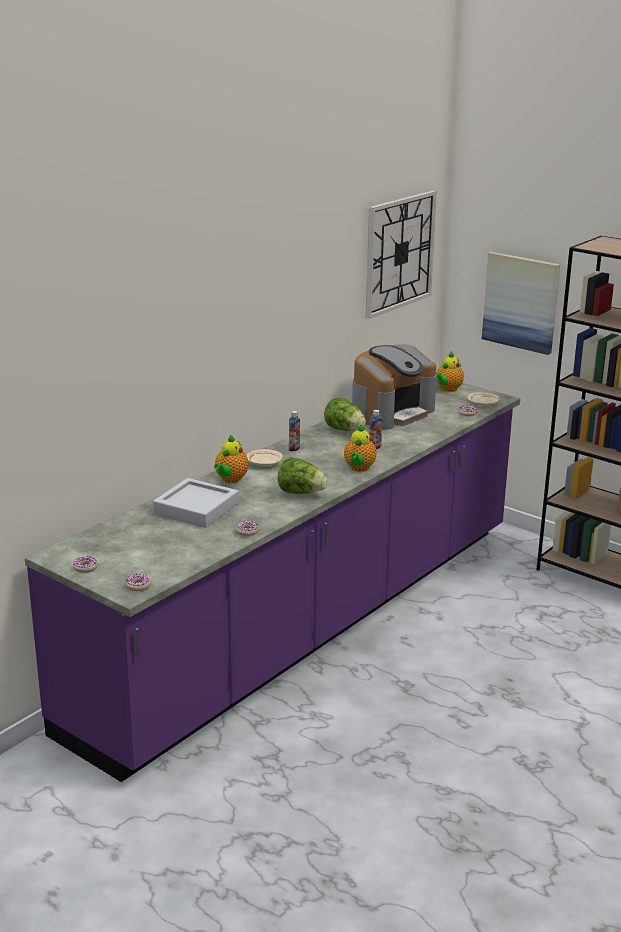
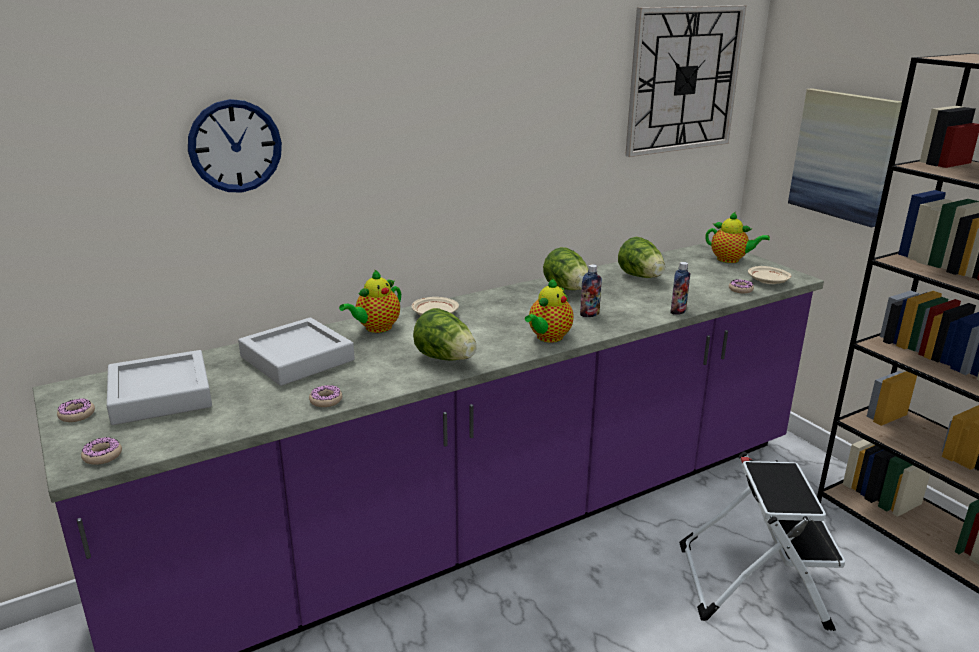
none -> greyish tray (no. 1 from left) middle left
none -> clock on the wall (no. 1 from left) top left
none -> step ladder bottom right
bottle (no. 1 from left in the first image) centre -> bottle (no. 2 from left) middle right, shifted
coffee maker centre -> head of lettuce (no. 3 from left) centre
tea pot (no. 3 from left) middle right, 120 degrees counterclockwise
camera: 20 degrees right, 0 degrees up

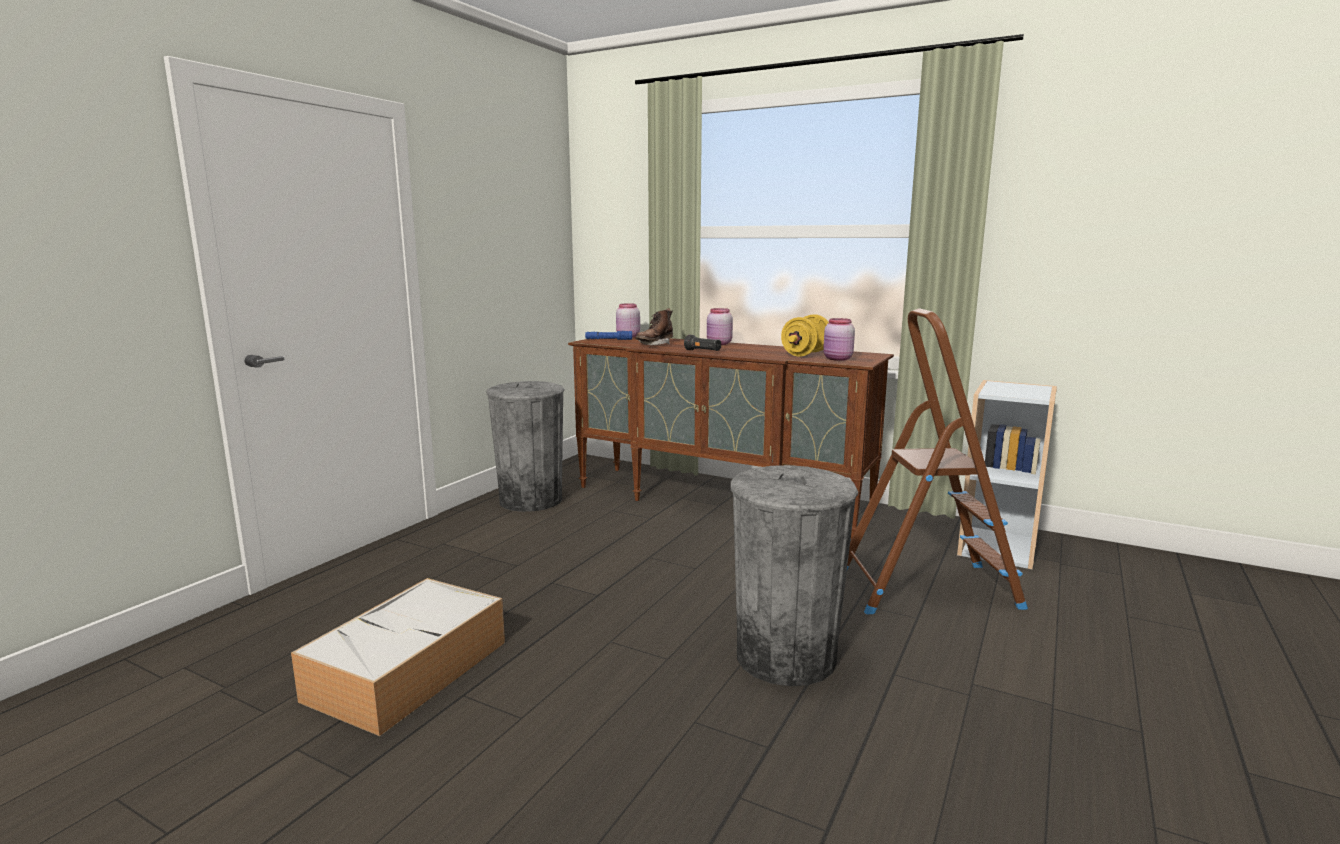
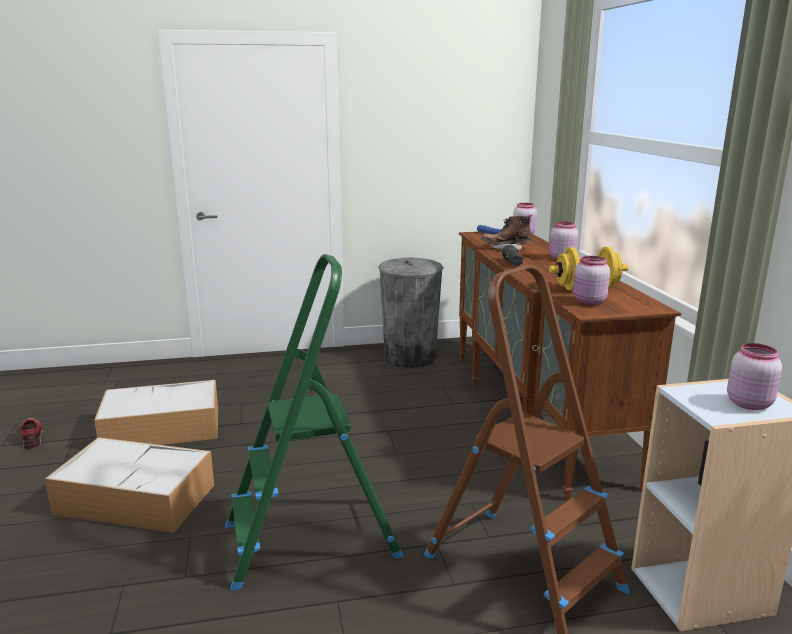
none -> reddish low shoe bottom left
none -> storage bin (no. 1 from left) bottom left
none -> pinkish preserve jar (no. 4 from left) middle right
greyish rubbish bin (no. 2 from left) bottom centre -> greenish step ladder centre
camera: 50 degrees right, 5 degrees up

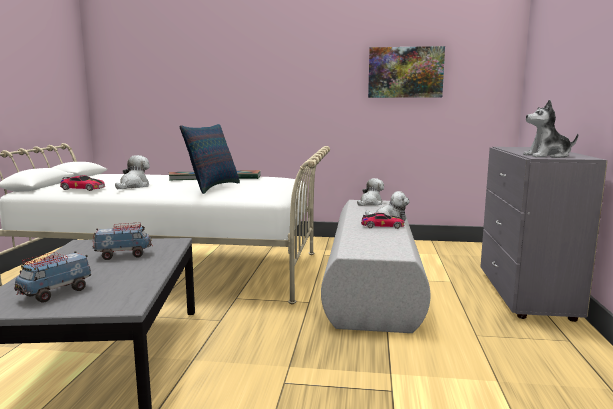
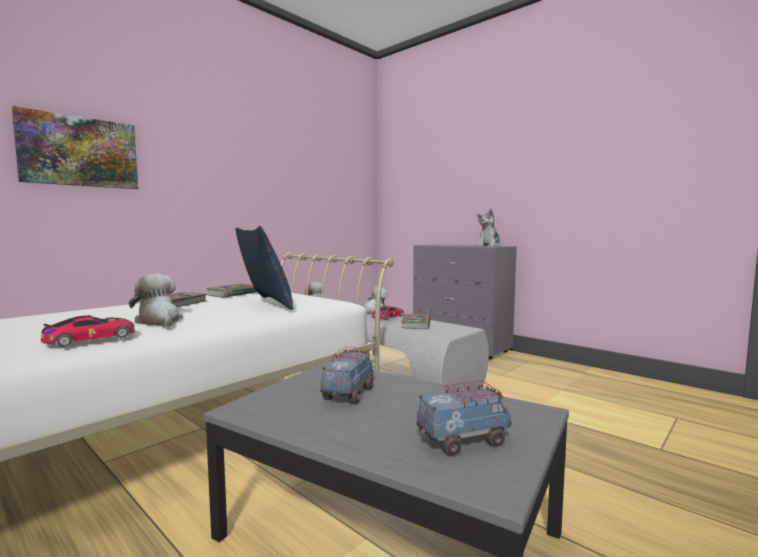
none -> bound book (no. 3 from left) centre
picture top centre -> picture top left, shifted
toy truck (no. 1 from left in the first image) bottom left -> toy truck (no. 2 from left) bottom centre, 90 degrees counterclockwise
camera: 55 degrees left, 5 degrees down

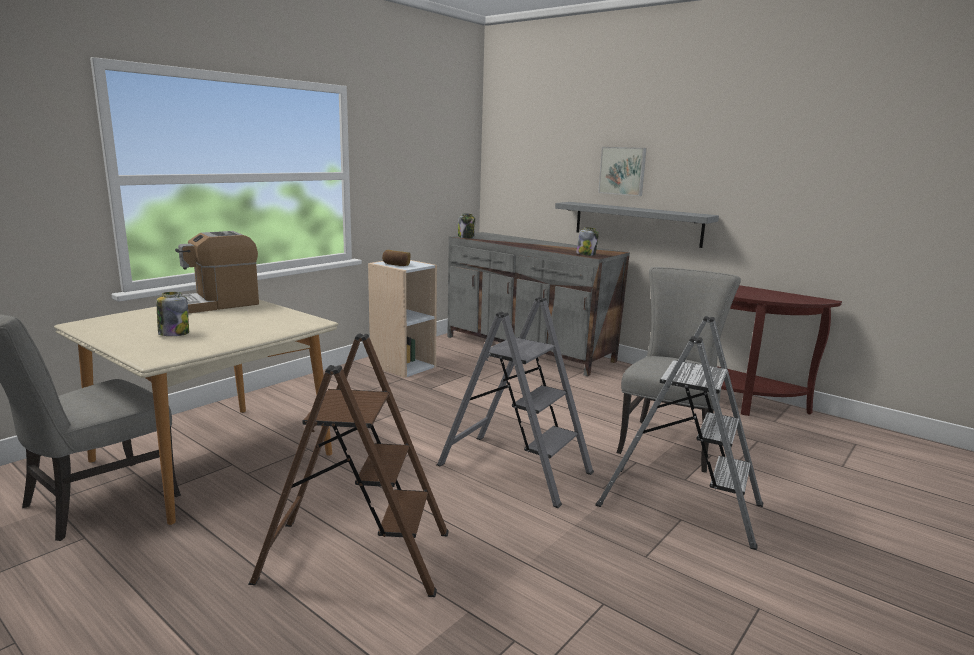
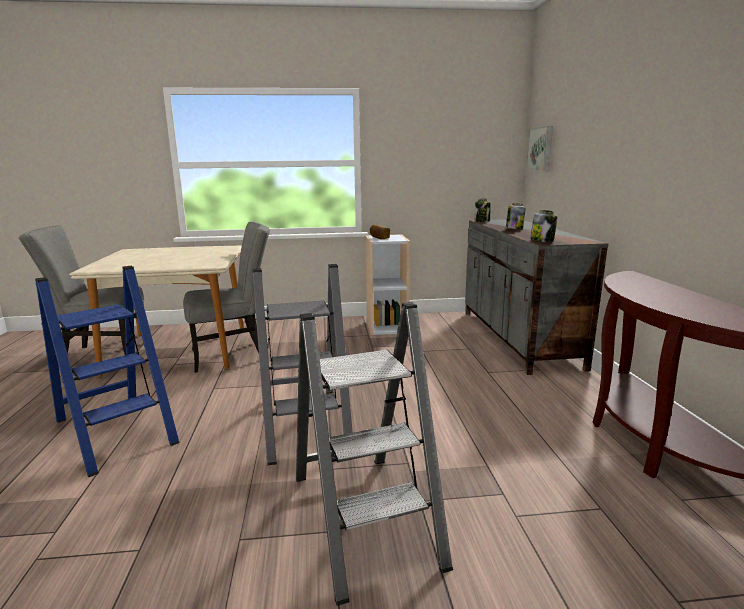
coffee maker middle left -> none
greyish shelf centre -> none
preserve jar (no. 1 from left in the first image) middle left -> preserve jar (no. 2 from left) middle right, shifted
picture top centre -> picture top right, shifted
greyish upright chair (no. 2 from left) middle right -> greyish upright chair (no. 2 from left) middle left, shifted
brown-coloured step ladder bottom centre -> blue step ladder middle left
camera: 45 degrees right, 0 degrees up

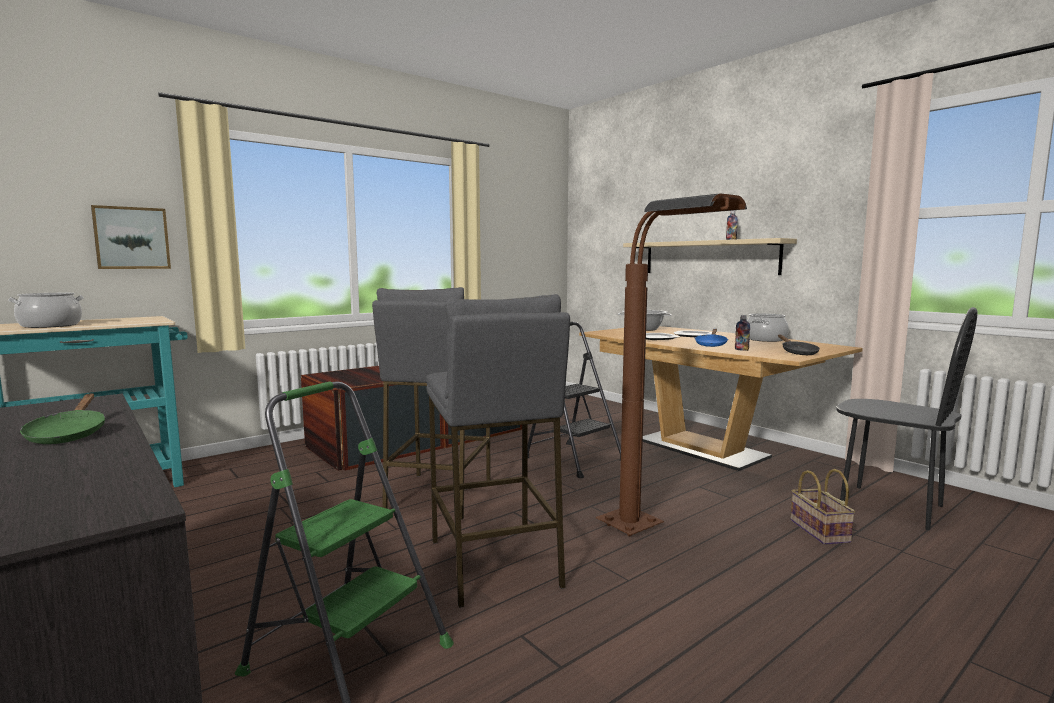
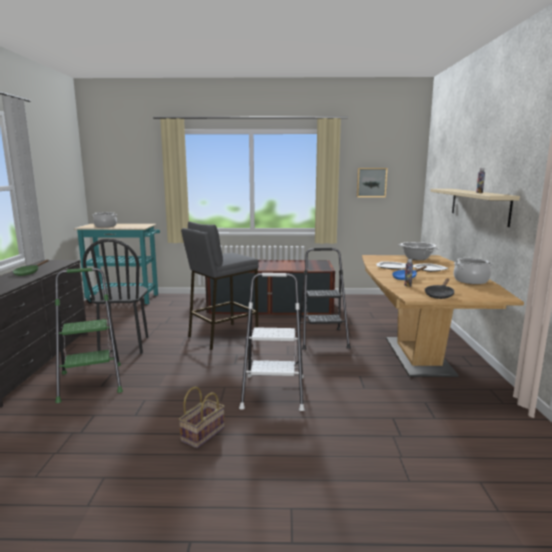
greyish stool seat (no. 2 from left) centre -> none
picture middle left -> picture top right, shifted
basket bottom right -> basket bottom centre, shifted
black upright chair middle right -> black upright chair middle left, shifted
brown-coloured standing lamp centre -> whitish step ladder centre
camera: 40 degrees right, 5 degrees up

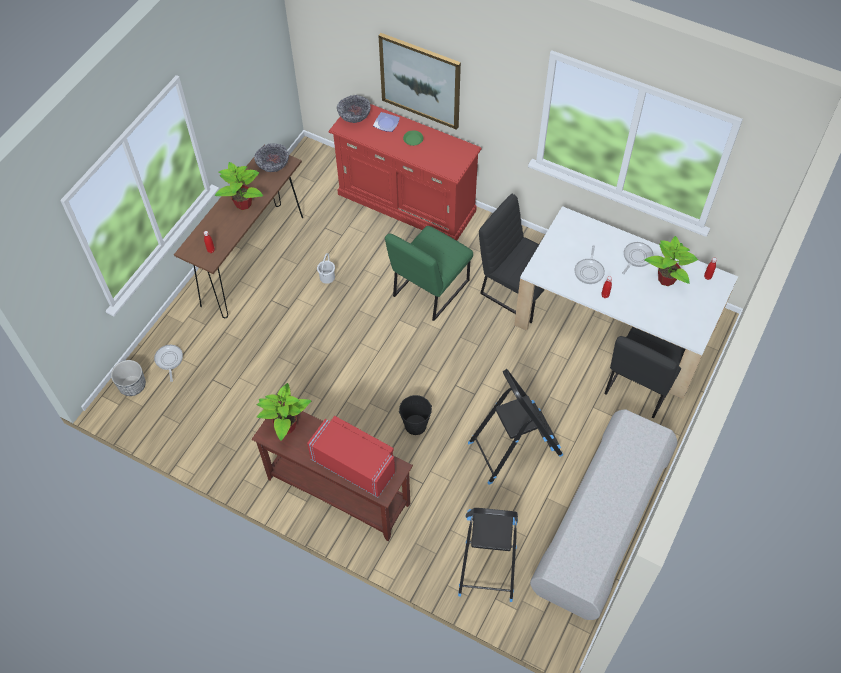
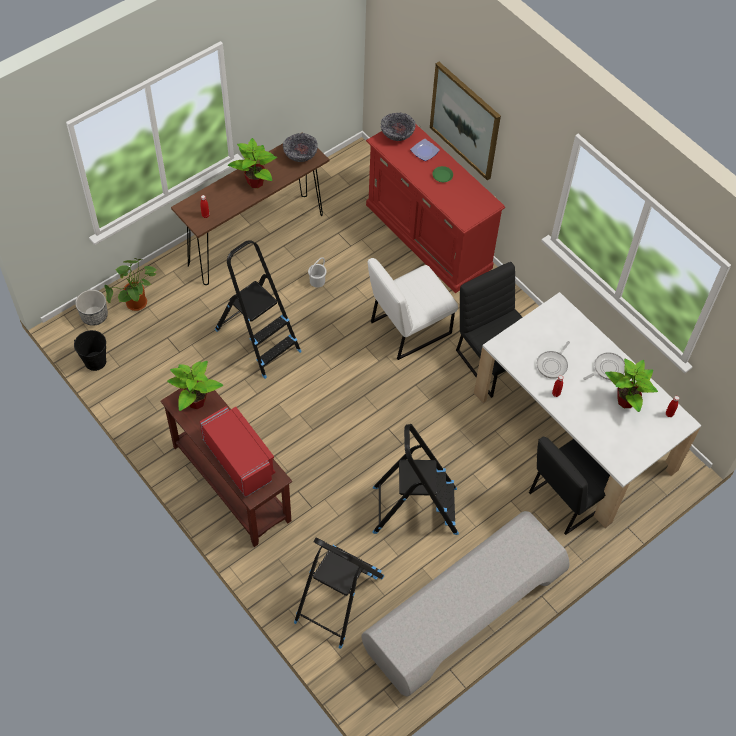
none -> black step ladder (no. 1 from left) centre
black pail centre -> black pail middle left, shifted
pan (no. 1 from left) middle left -> plant in a pot (no. 1 from left) middle left
greenish upright chair centre -> whitish upright chair centre
camera: 20 degrees right, 0 degrees up

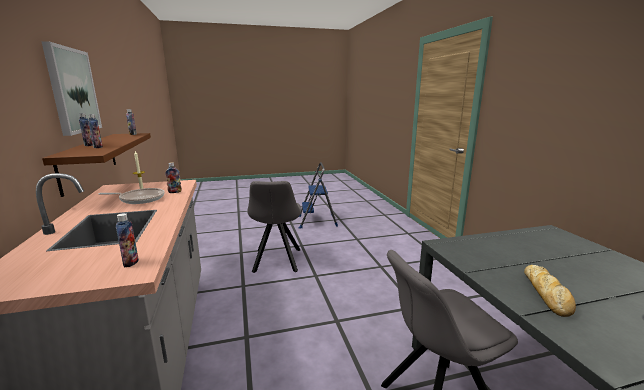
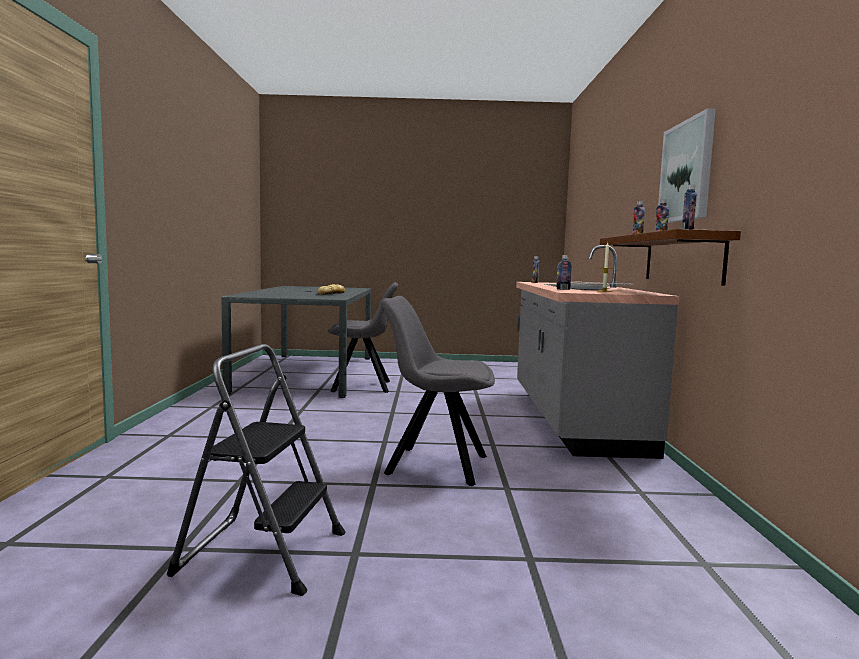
blue step ladder centre -> black step ladder bottom left
greyish upright chair (no. 1 from left in the first image) centre -> greyish upright chair (no. 2 from left) centre, 90 degrees counterclockwise
camera: 165 degrees left, 10 degrees down

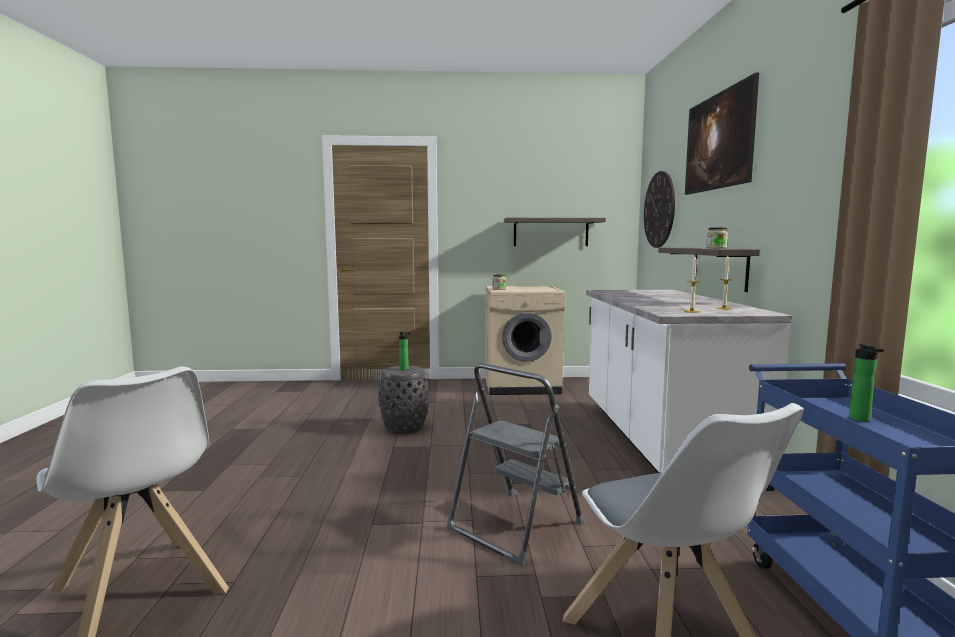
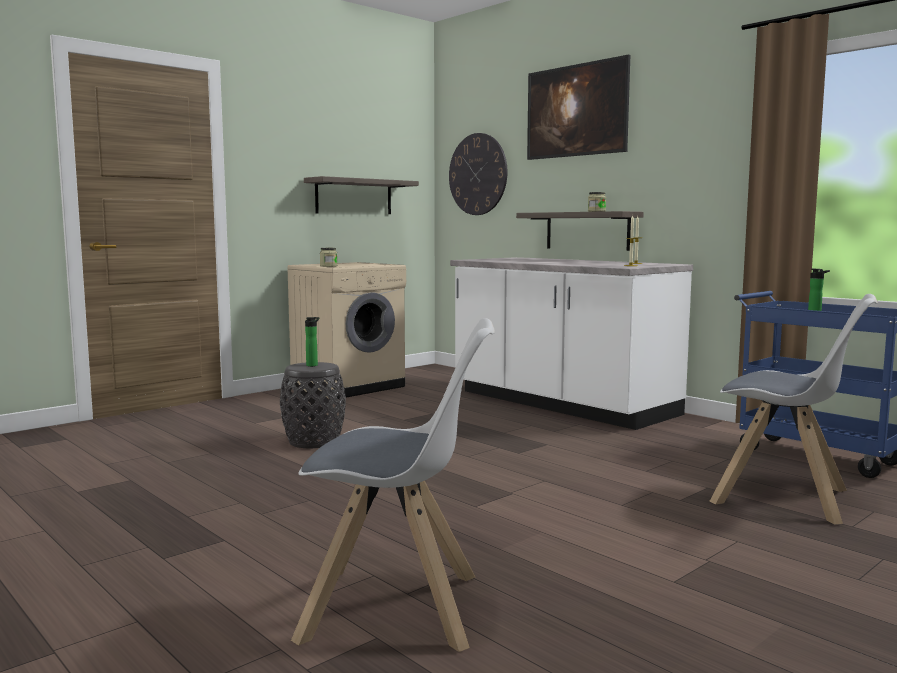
greyish step ladder bottom centre -> none
camera: 40 degrees left, 0 degrees up

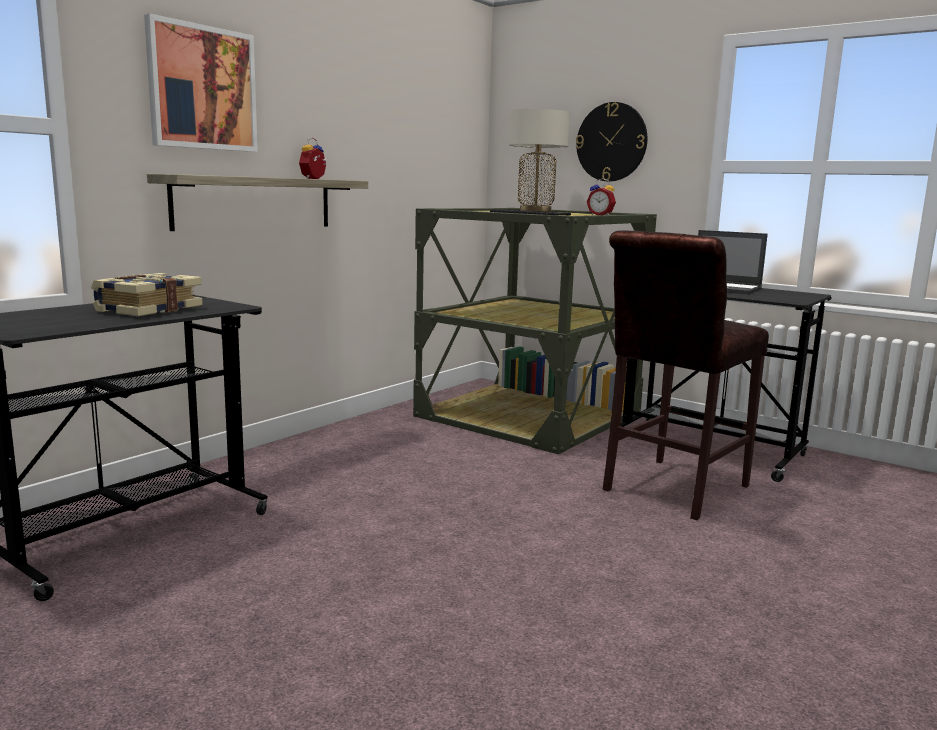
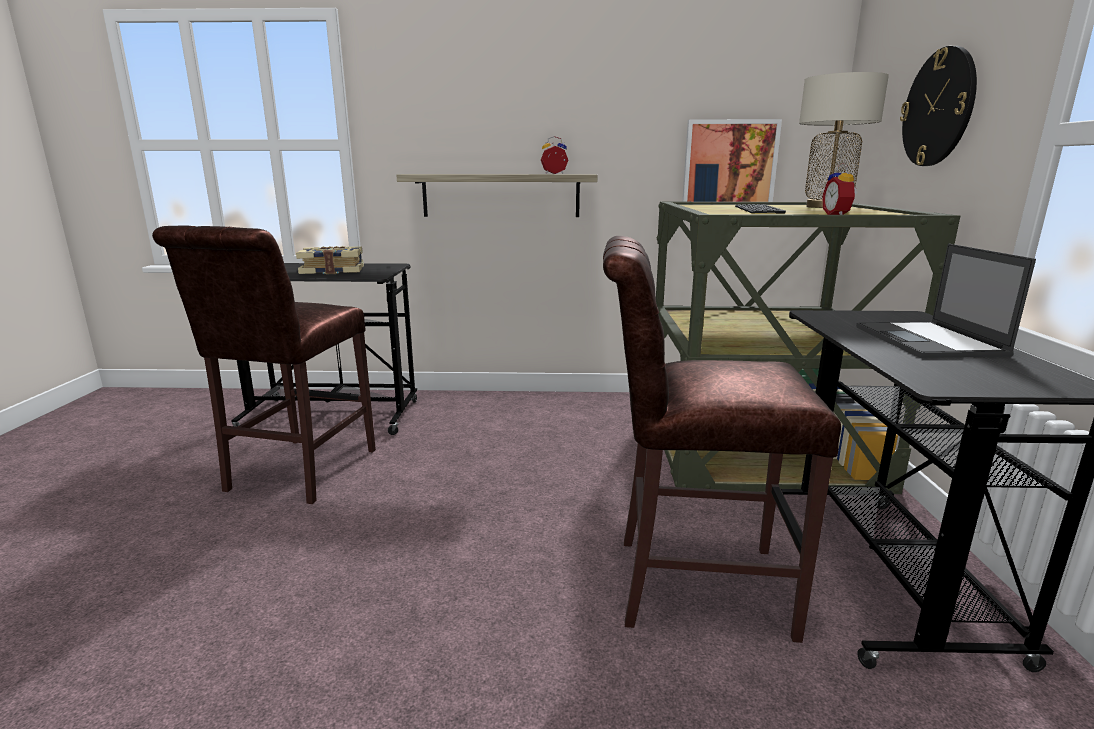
none -> brown-coloured stool seat (no. 1 from left) middle left
picture top left -> picture top right, shifted
camera: 55 degrees right, 5 degrees up

